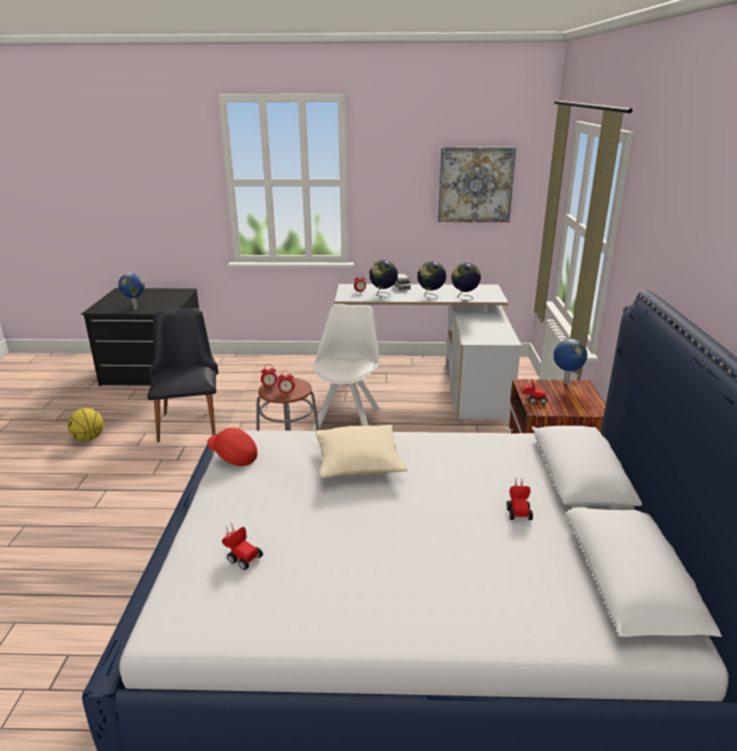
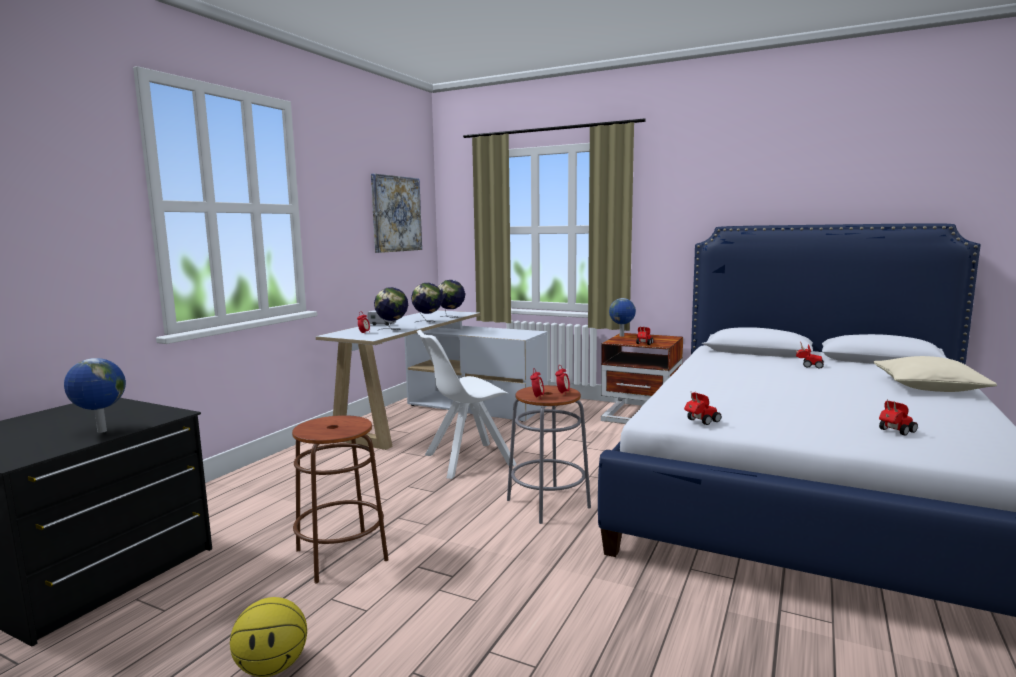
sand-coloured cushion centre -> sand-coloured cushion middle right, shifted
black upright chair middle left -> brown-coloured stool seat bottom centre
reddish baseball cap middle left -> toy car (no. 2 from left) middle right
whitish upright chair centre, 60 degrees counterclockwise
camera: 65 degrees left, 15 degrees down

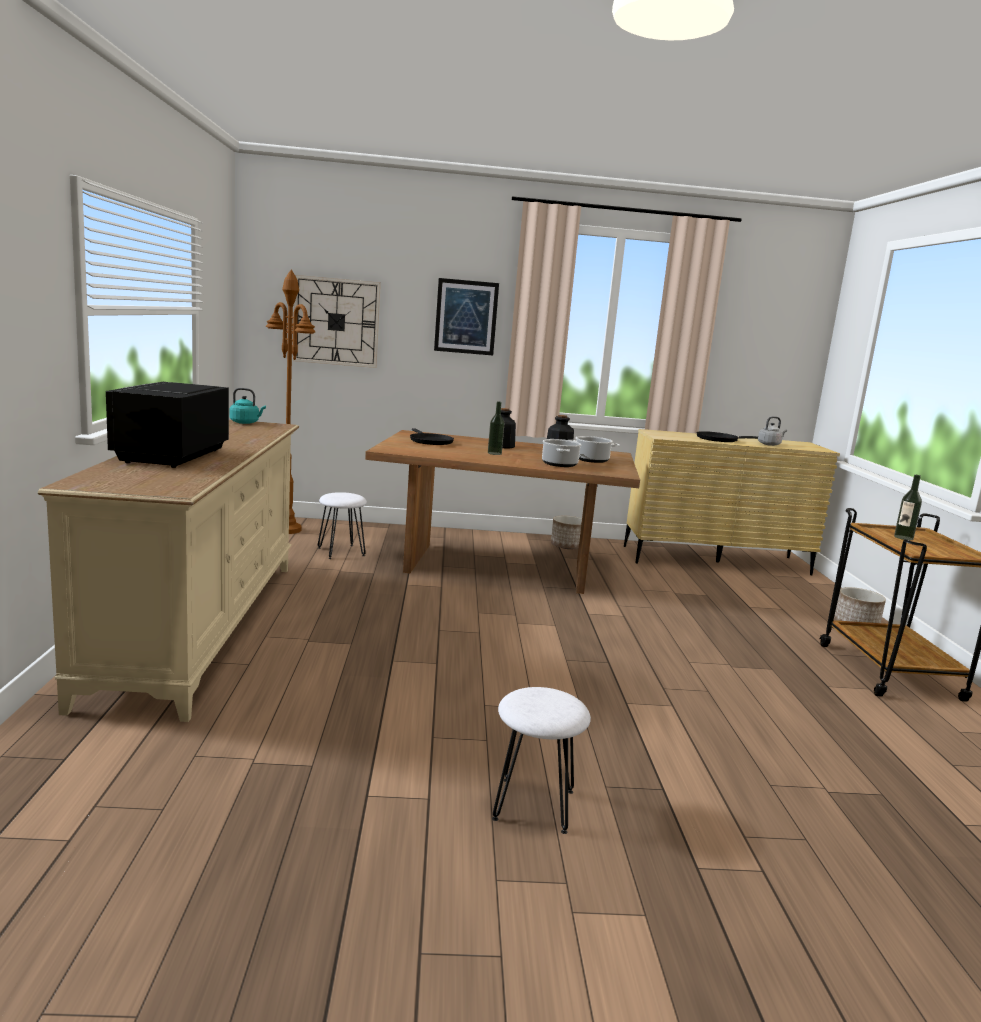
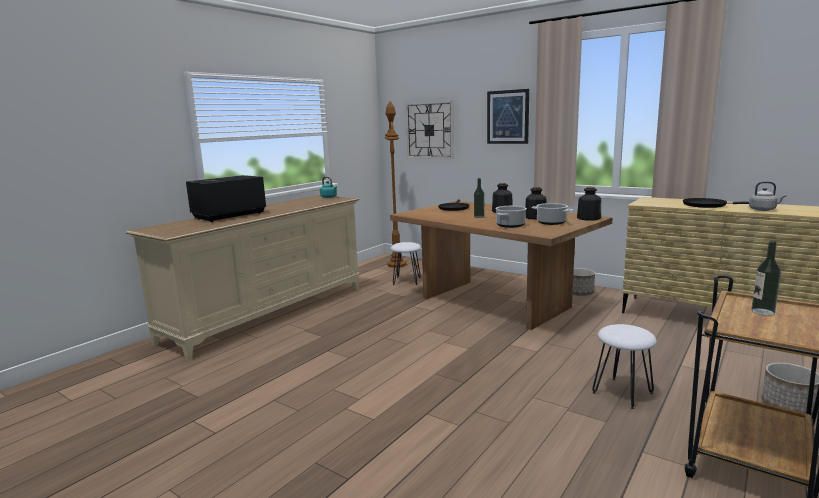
none -> bottle (no. 4 from left) middle right
whitish stool seat (no. 2 from left) bottom centre -> whitish stool seat (no. 2 from left) bottom right, shifted
camera: 40 degrees right, 0 degrees up

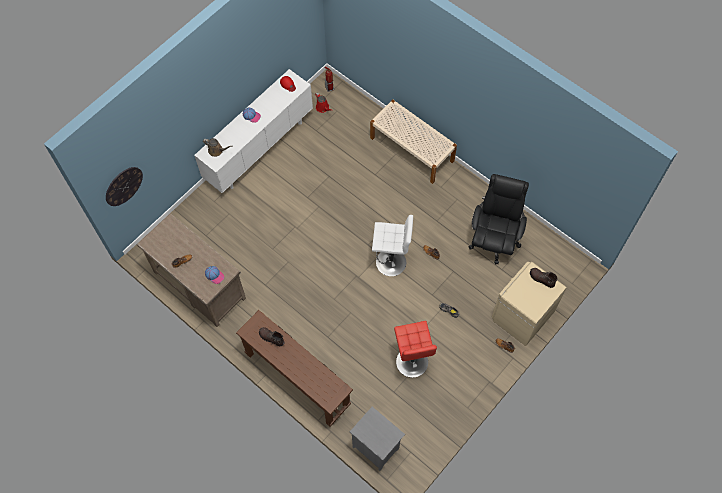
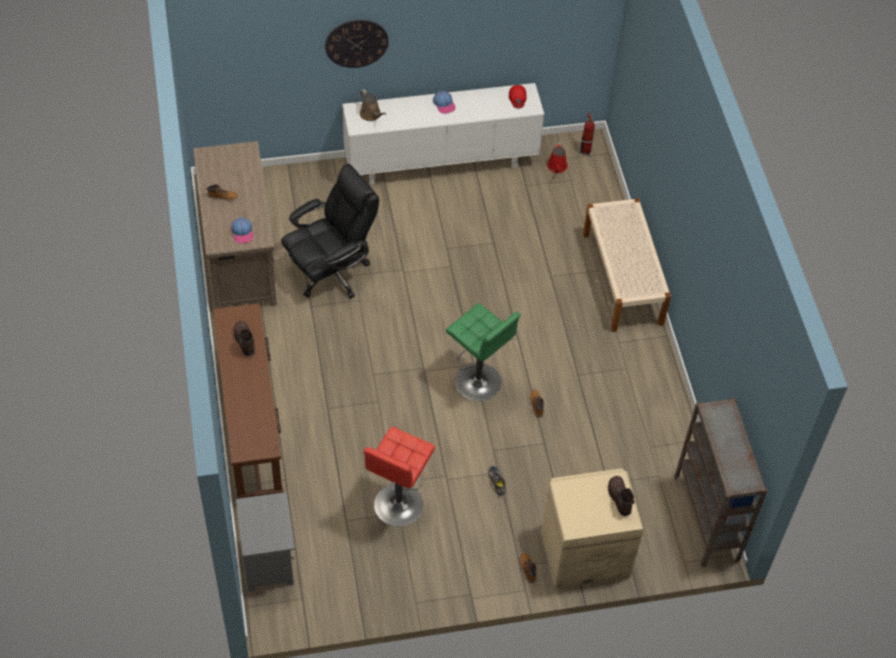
none -> greyish shelving unit bottom right
clock on the wall middle left -> clock on the wall top centre, shifted
black office chair middle right -> black office chair centre, shifted
whitish stool seat centre -> greenish stool seat centre
camera: 35 degrees right, 10 degrees down

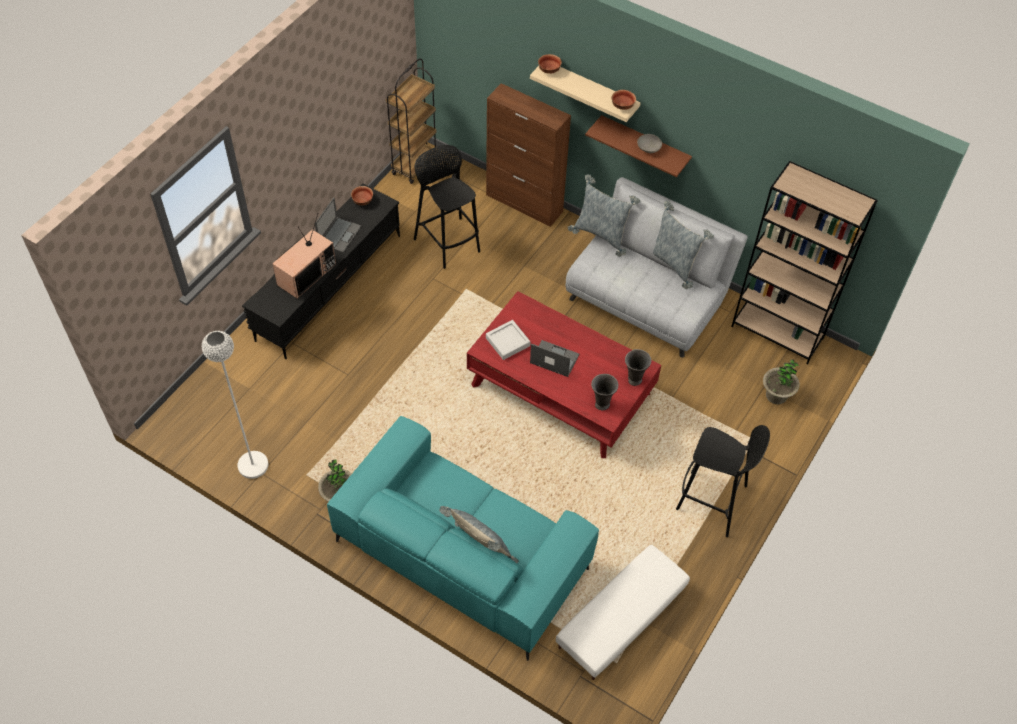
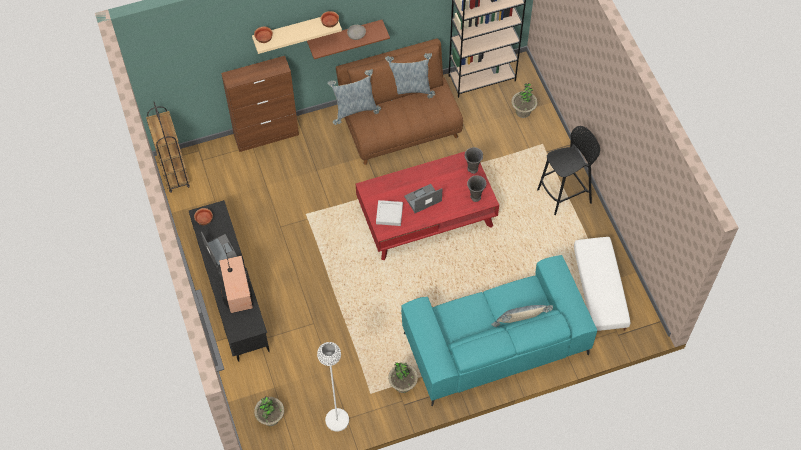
black stool seat (no. 1 from left) top centre -> none
none -> plant in a pot (no. 1 from left) bottom centre
greyish couch centre -> brown-coloured couch top centre
camera: 50 degrees left, 5 degrees up

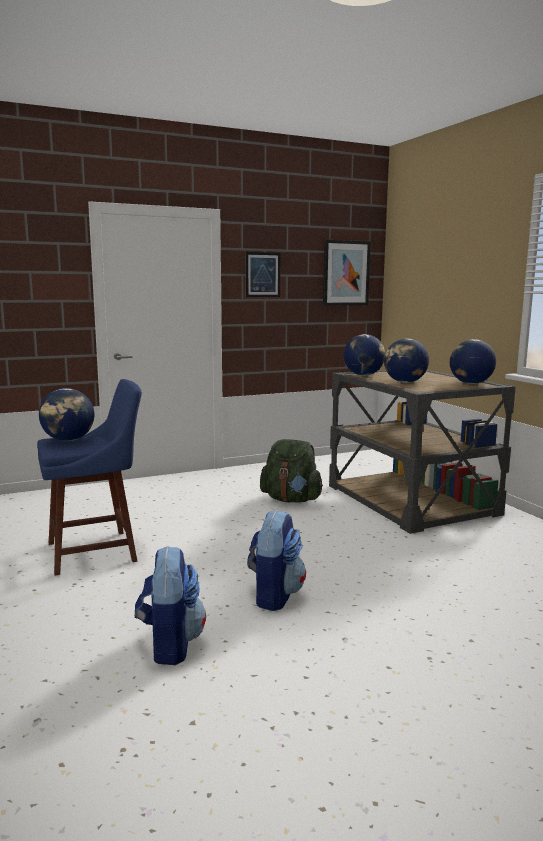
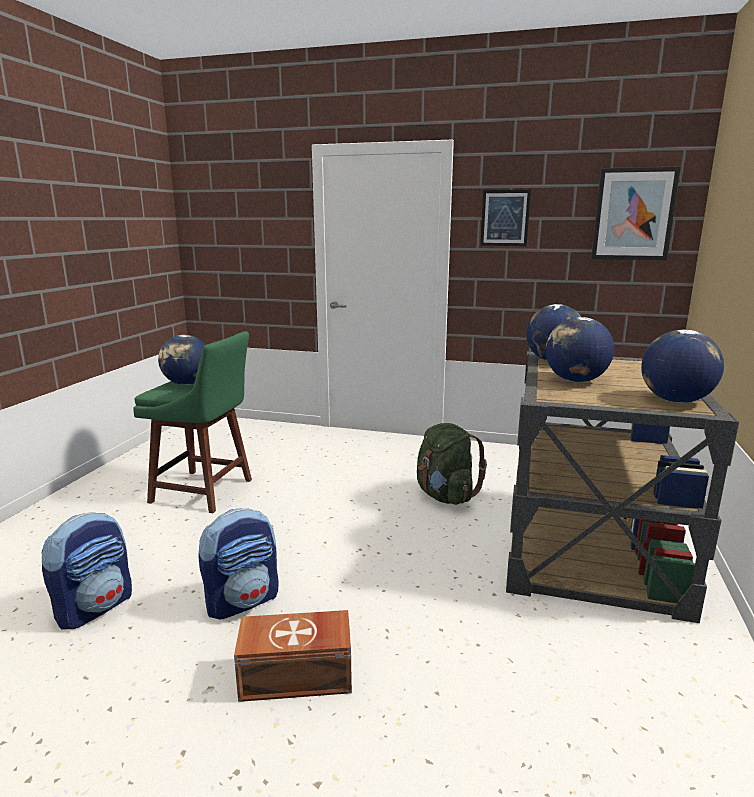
none -> brown-coloured storage bin bottom centre
blue stool seat middle left -> greenish stool seat middle left
camera: 40 degrees right, 5 degrees up

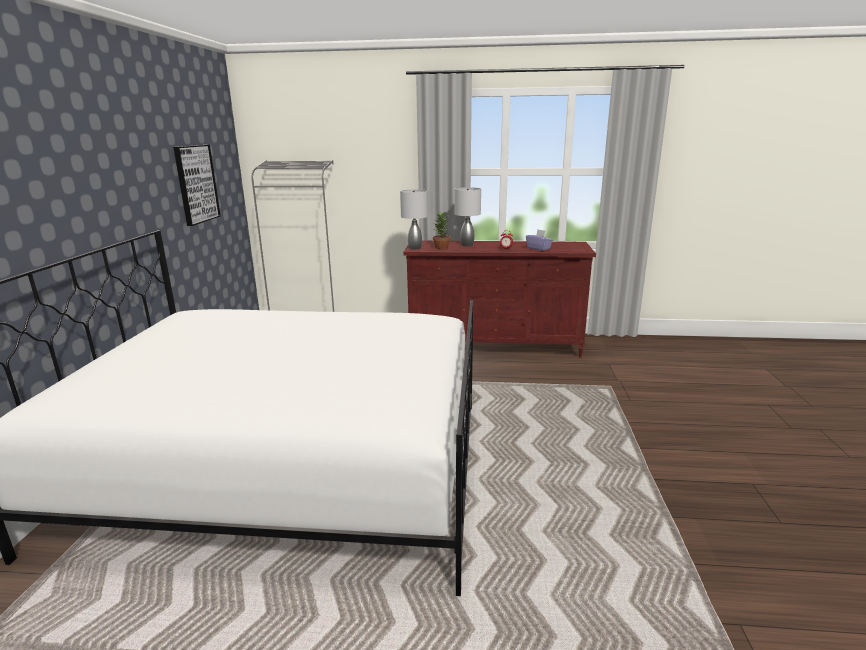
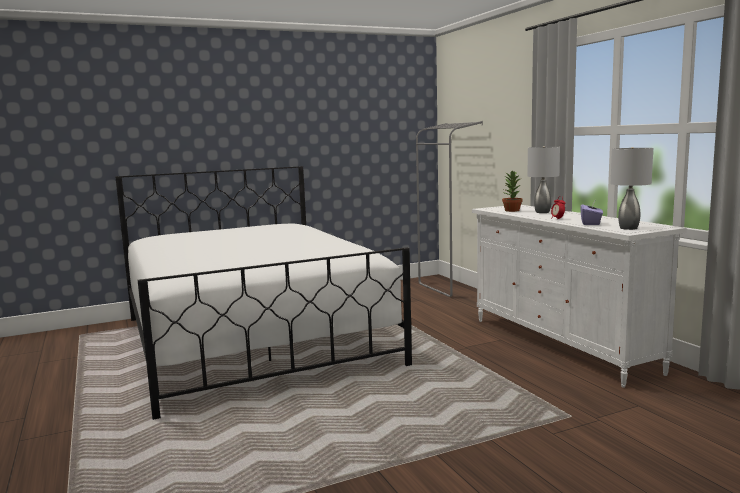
picture top left -> none
greyish table lamp (no. 1 from left in the first image) centre -> greyish table lamp (no. 2 from left) middle right, shifted
reddish chest of drawers centre -> whitish chest of drawers middle right
camera: 60 degrees right, 10 degrees down

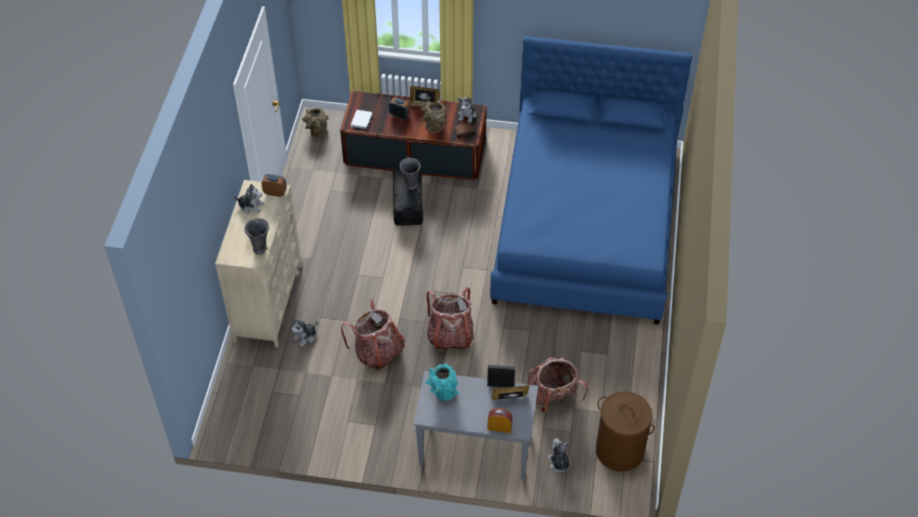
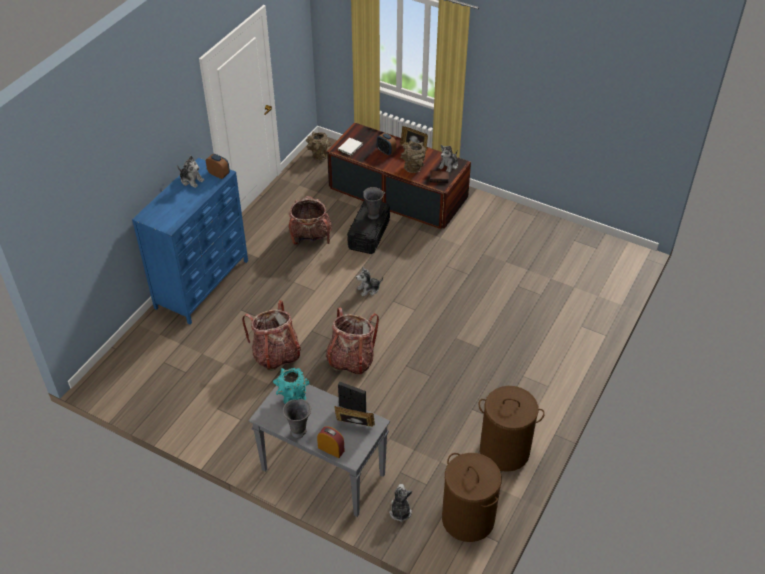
blue sleeping bed centre -> none
none -> brown-coloured hamper (no. 2 from left) bottom right
greyish flower vase (no. 1 from left) middle left -> greyish flower vase (no. 1 from left) bottom centre, shifted
soft toy (no. 2 from left) middle left -> soft toy (no. 2 from left) centre, shifted
knapsack (no. 3 from left in the first image) bottom centre -> knapsack (no. 2 from left) centre, shifted
sand-coloured chest of drawers middle left -> blue chest of drawers middle left
camera: 20 degrees right, 5 degrees down

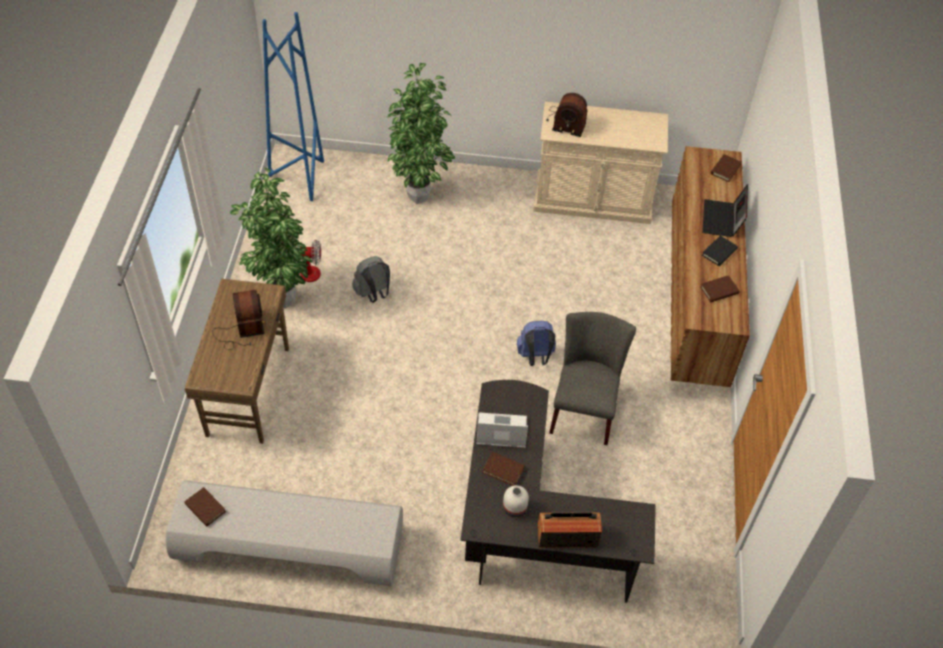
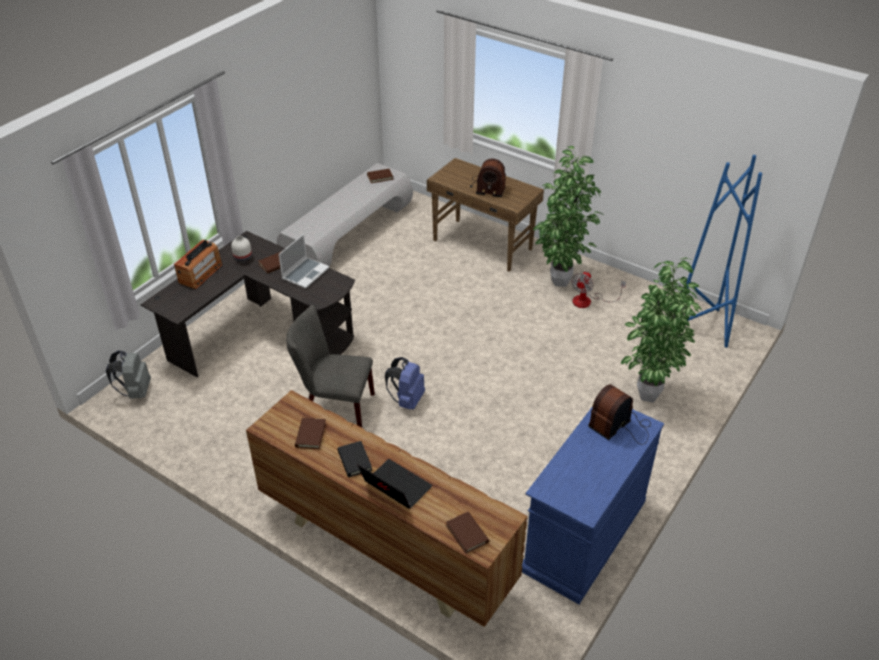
greyish knapsack centre -> greyish knapsack middle left, shifted
sand-coloured chest of drawers top centre -> blue chest of drawers bottom right
greyish upright chair centre, 150 degrees clockwise
camera: 120 degrees right, 10 degrees down

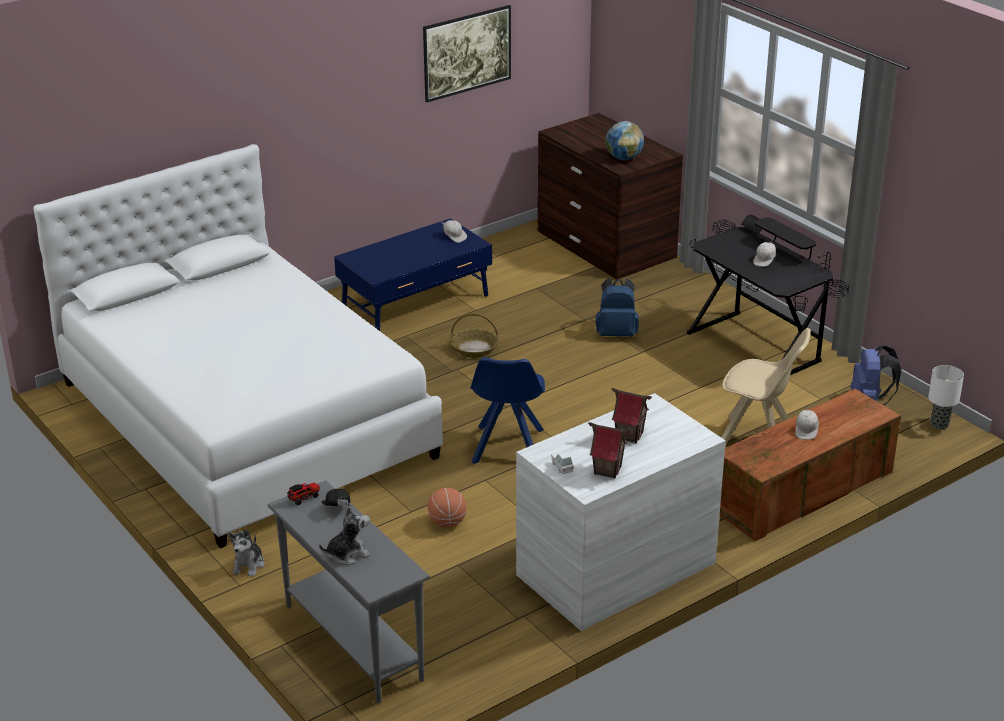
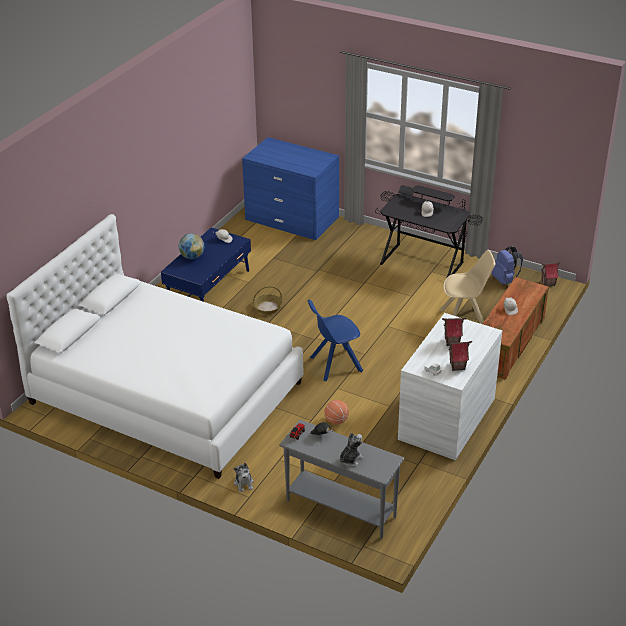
picture top centre -> none
blue knapsack (no. 1 from left) centre -> none
desk globe top centre -> desk globe middle left, shifted
table lamp middle right -> miniature house (no. 3 from left) middle right
brown-coloured chest of drawers top centre -> blue chest of drawers top centre
blue upright chair centre, 90 degrees clockwise
camera: 25 degrees left, 5 degrees up

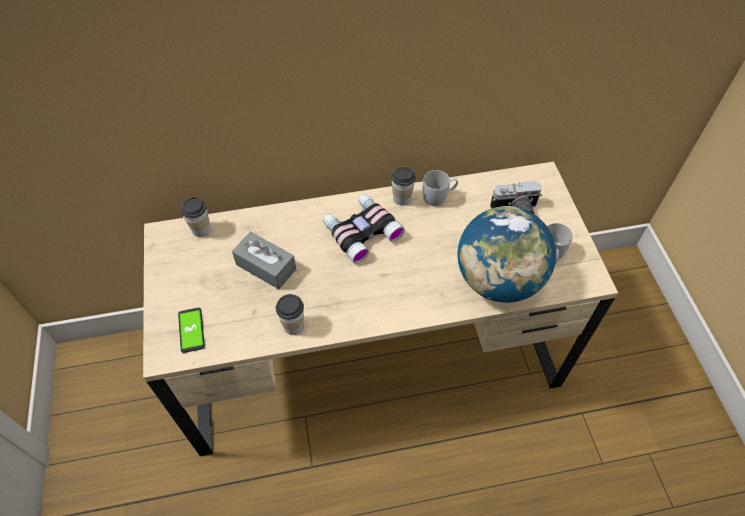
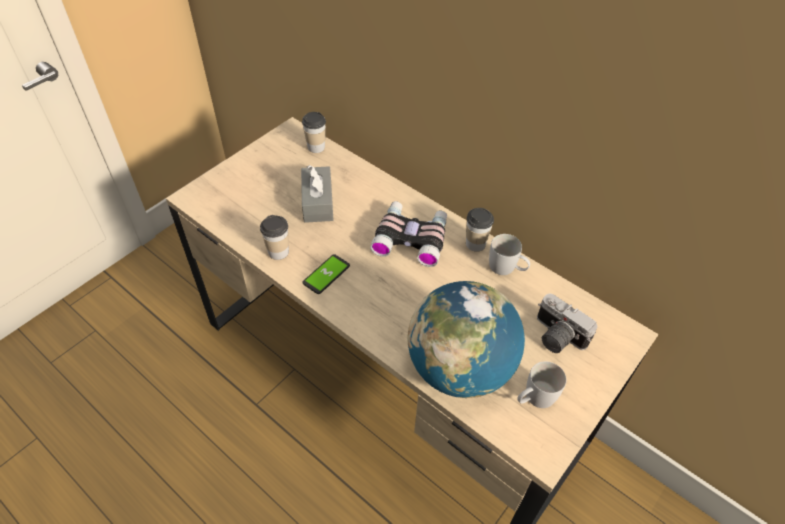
phone middle left -> phone centre, shifted
camera: 50 degrees right, 5 degrees down

